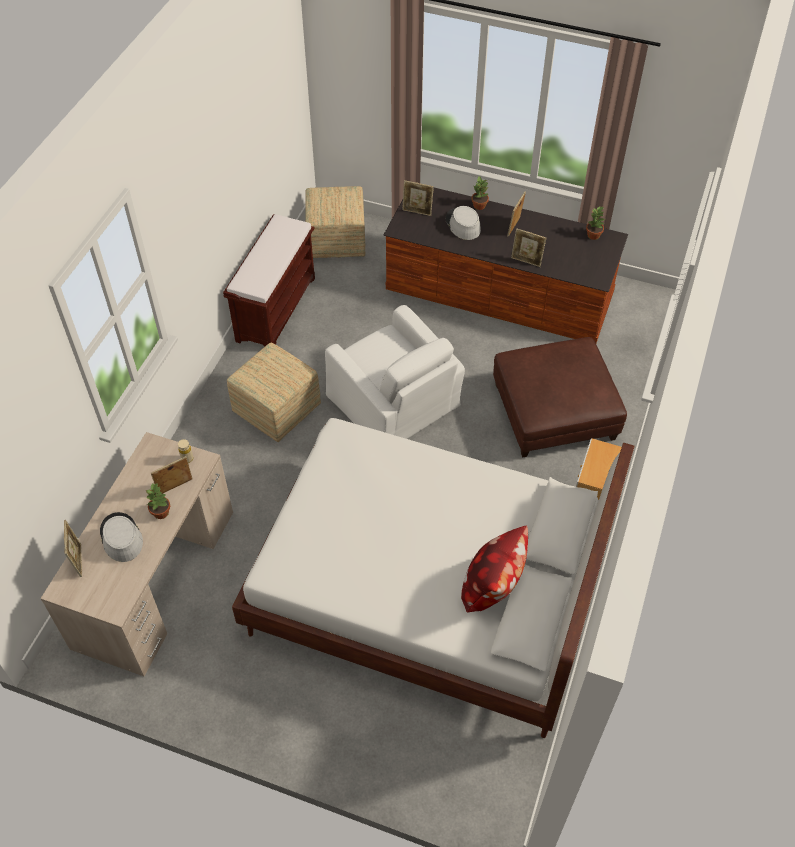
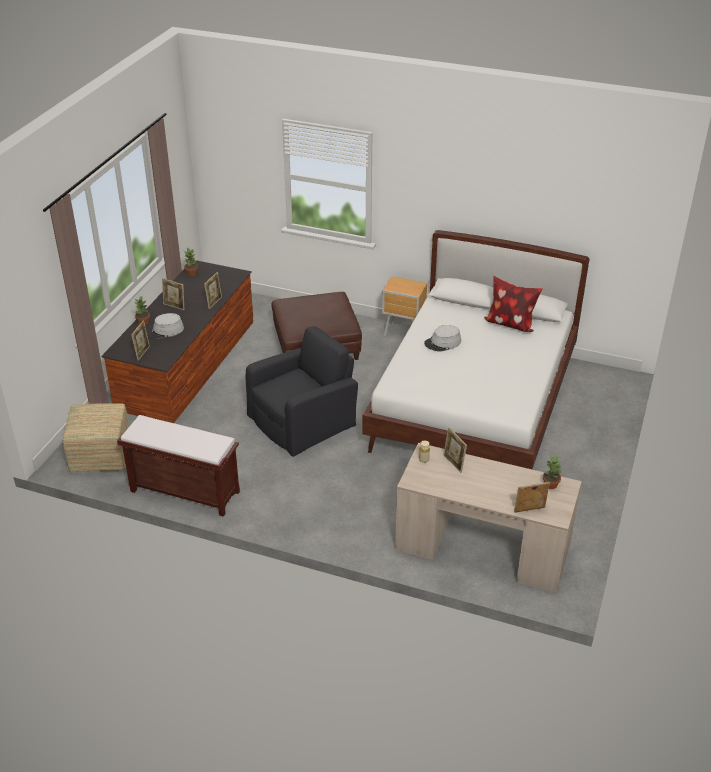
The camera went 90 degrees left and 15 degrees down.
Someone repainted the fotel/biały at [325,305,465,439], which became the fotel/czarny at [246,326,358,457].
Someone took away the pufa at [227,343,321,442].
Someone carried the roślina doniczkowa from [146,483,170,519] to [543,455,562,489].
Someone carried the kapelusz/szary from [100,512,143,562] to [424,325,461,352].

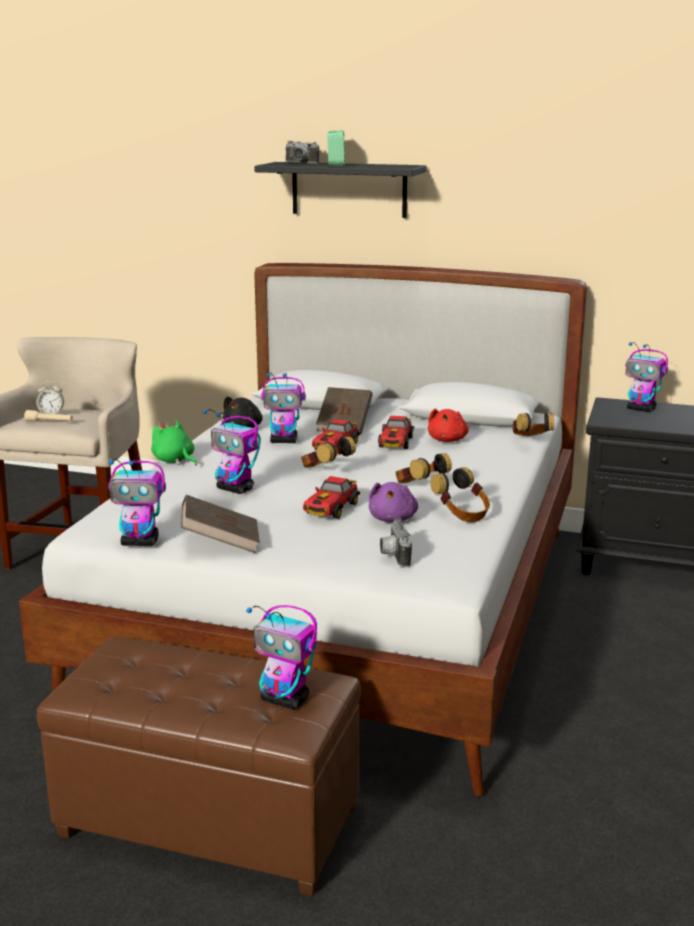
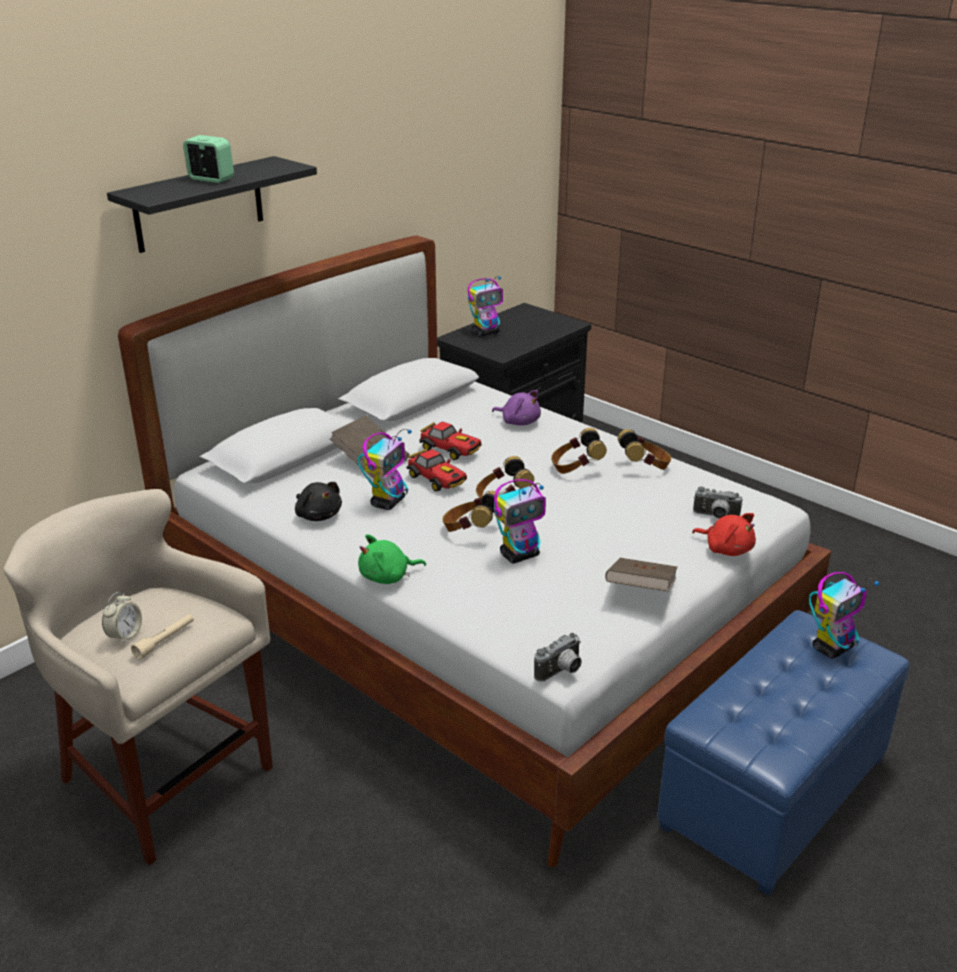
The camera went 65 degrees left and 10 degrees up.
Someone carried the aparat fotograficzny from [285,141,319,163] to [534,633,582,682].
Someone carried the pluszak/czerwony from [428,409,469,442] to [692,513,756,556].
Someone carried the słuchawki from [513,413,554,436] to [442,491,500,532].
Someone took away the robot zabawkowy at [108,459,166,546].
Someone took away the samochodzik at [303,476,360,519].
Someone carried the pluszak/fioletowy from [369,482,418,523] to [492,390,541,426].
Someone repainted the pufa/brązowy at [37,637,361,896], which became the pufa/niebieski at [657,610,909,896].

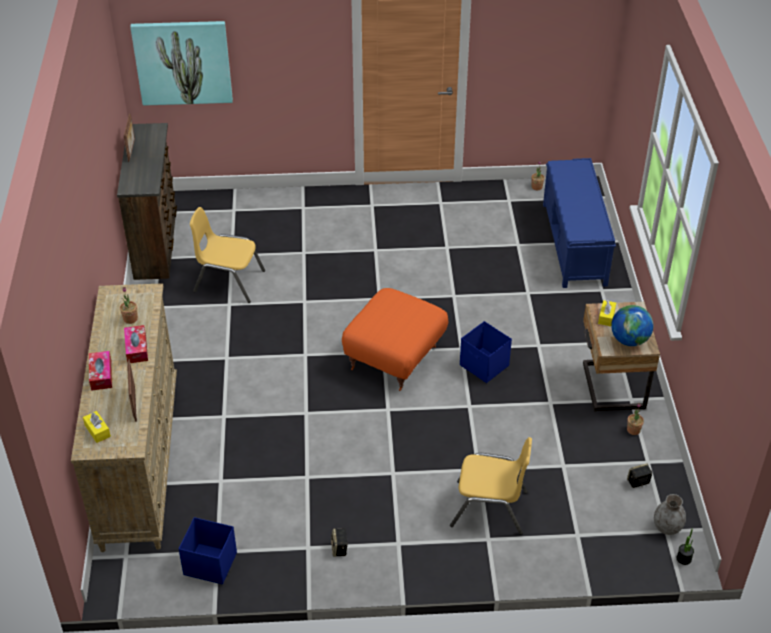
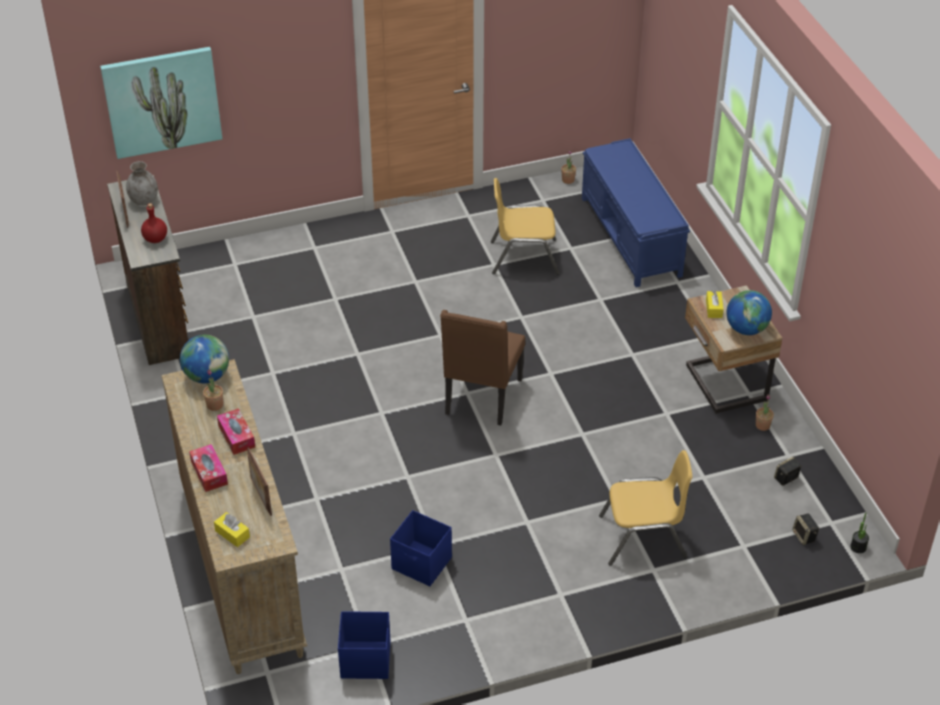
The camera went 15 degrees left and 0 degrees up.
Someone carried the krzesło/żółty from [190,207,265,303] to [491,178,560,275].
Someone swapped the pufa/pomarańczowy at [342,288,448,391] for the krzesło/brązowy at [440,310,525,425].
Someone carried the pojemnik do przechowywania/niebieski from [460,321,512,383] to [390,510,452,586].
Someone carried the wazon/szary from [654,494,686,535] to [126,161,158,205].
Someone carried the głośnik from [331,528,348,557] to [792,513,819,545].
Someone put down the butelka/czerwony at [141,203,167,243].
Someone put down the globus at [180,335,229,383].

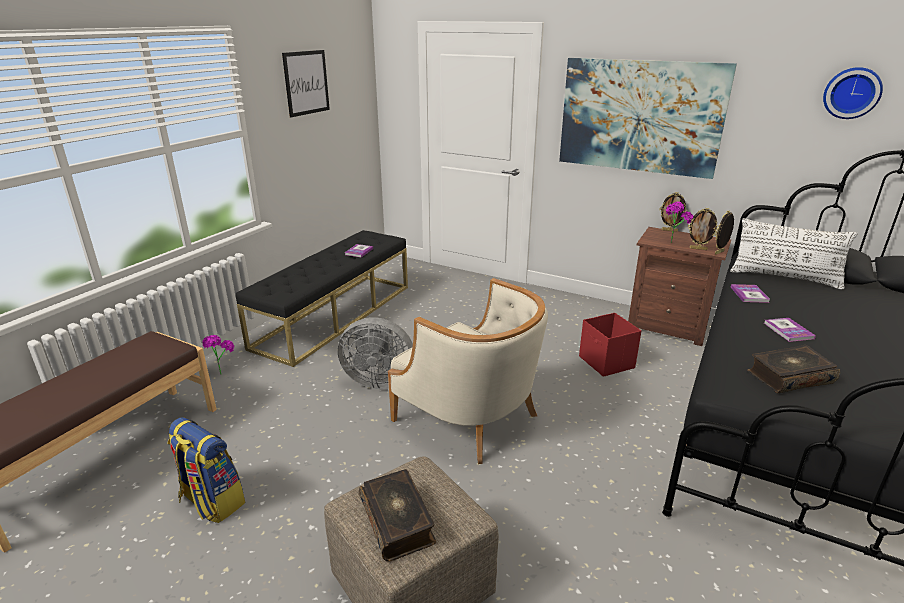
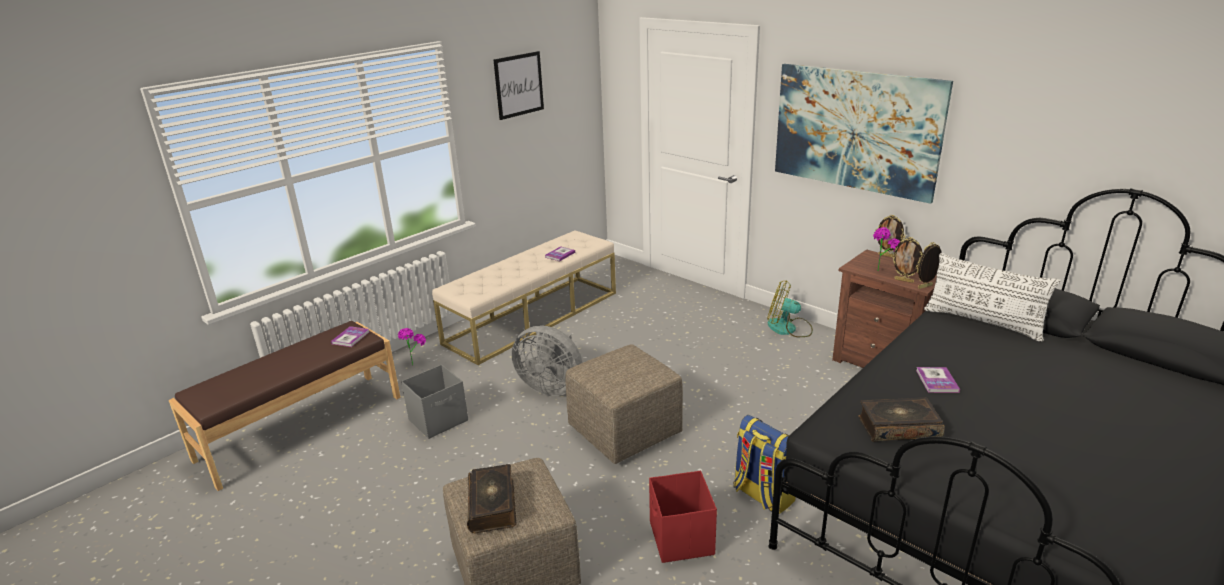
The camera went 15 degrees right and 0 degrees up.
Someone took away the zegar ścienny at [823,67,883,119].
Someone repainted the ławka/czarny at [236,230,408,367], which became the ławka/beżowy at [432,230,616,365].
Someone swapped the fotel/beżowy at [388,278,548,464] for the pufa/beżowy at [565,344,683,464].
Someone carried the książka from [731,284,770,303] to [331,326,369,347].
Someone carried the pojemnik do przechowywania/czerwony from [579,313,641,377] to [649,471,717,563].
Someone carried the plecak from [167,417,245,523] to [733,415,796,514].
Someone put down the wentylator at [767,281,813,337].
Someone put down the pojemnik do przechowywania/szary at [401,365,468,439].

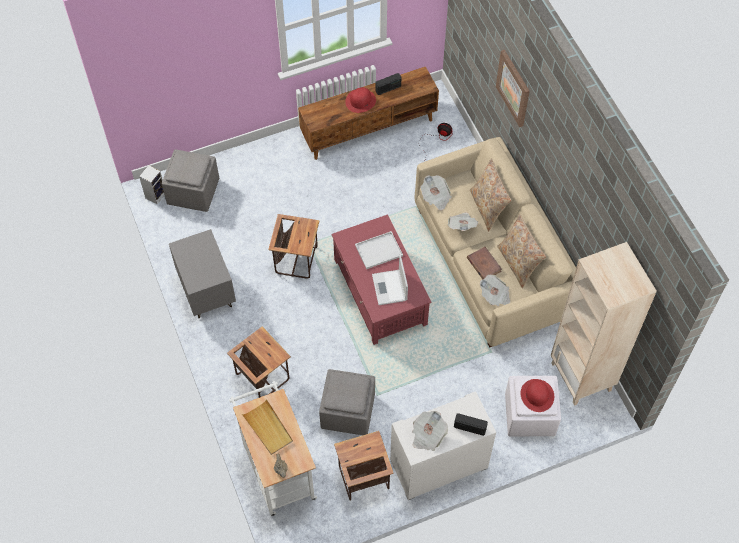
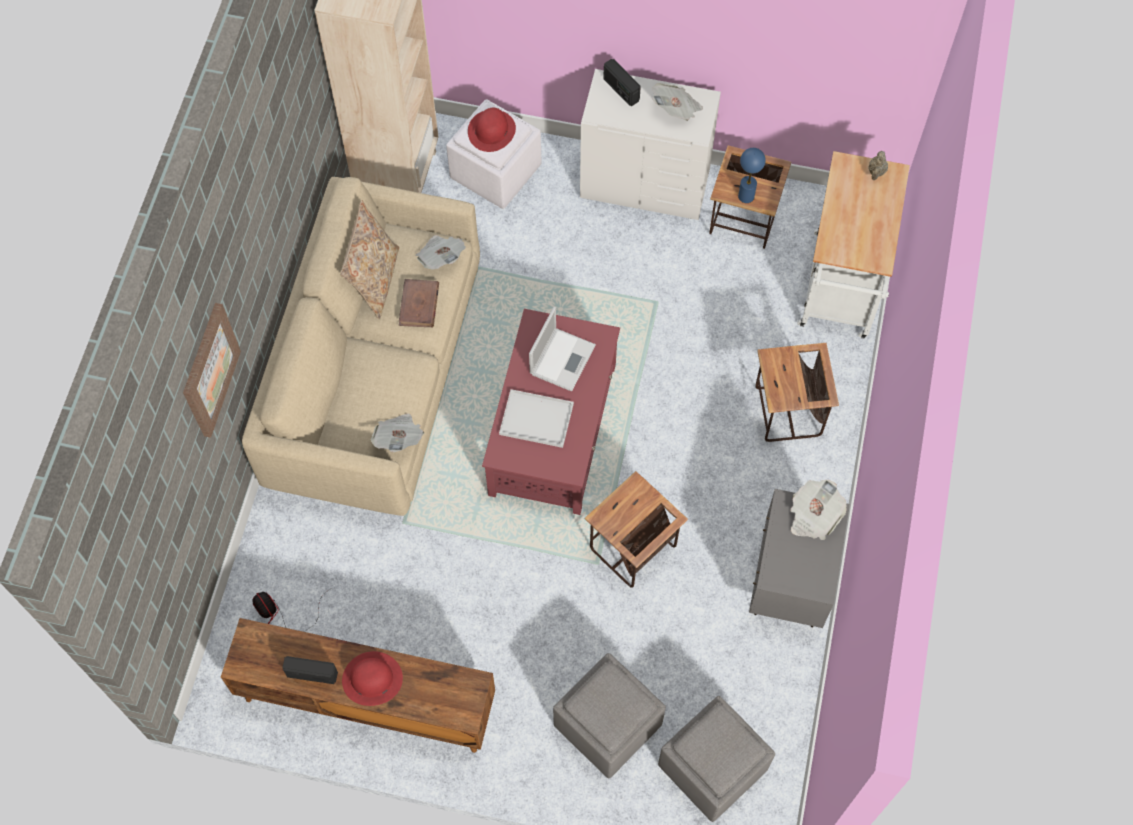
The camera went 145 degrees left and 5 degrees up.
Someone took away the poduszka/beżowy at [470,158,511,231].
Someone took away the głośnik at [139,165,164,204].
Someone carried the gazeta from [448,212,478,231] to [790,480,847,540].
Someone carried the pufa/szary from [319,369,375,435] to [553,653,666,778].
Someone took away the taca/beżowy at [242,399,293,455].
Someone put down the lampa stołowa/niebieski at [738,148,766,203].

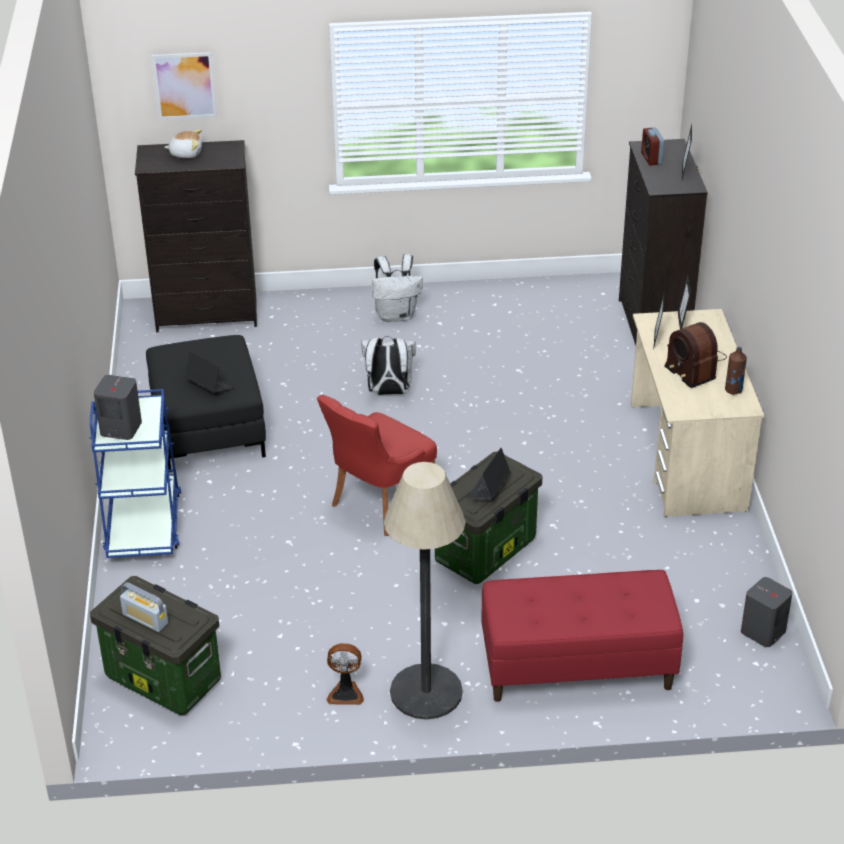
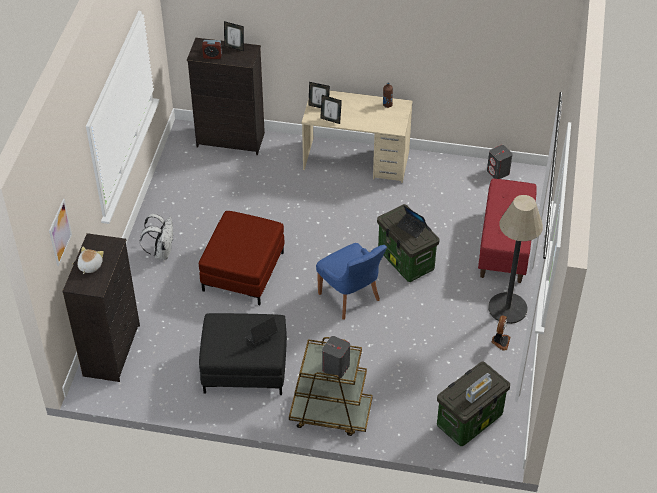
The camera went 75 degrees left and 10 degrees up.
Someone took away the radio at [665,322,727,388].
Someone swapped the plecak/biały at [361,336,416,395] for the pufa/czerwony at [199,211,284,305].
Someone repainted the wózek/niebieski at [89,389,181,558], which became the wózek/brązowy at [289,337,373,436].
Someone repainted the krzesło/czerwony at [317,395,437,536], which became the krzesło/niebieski at [316,243,387,320].

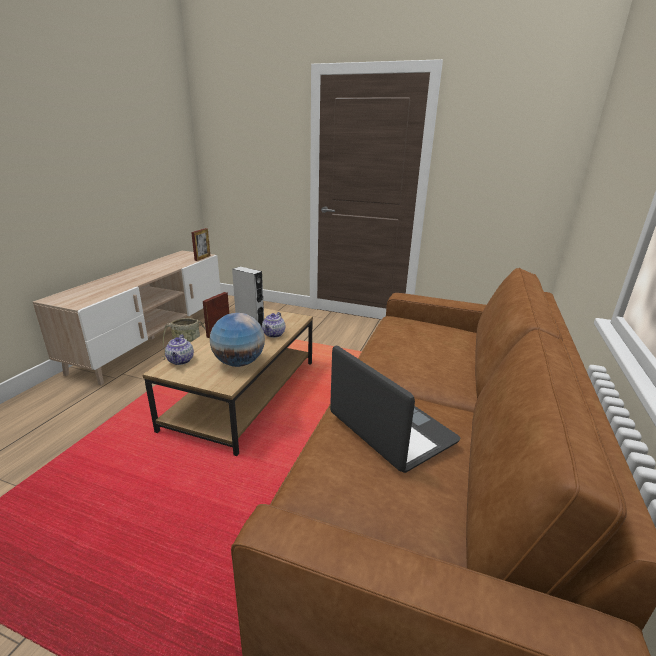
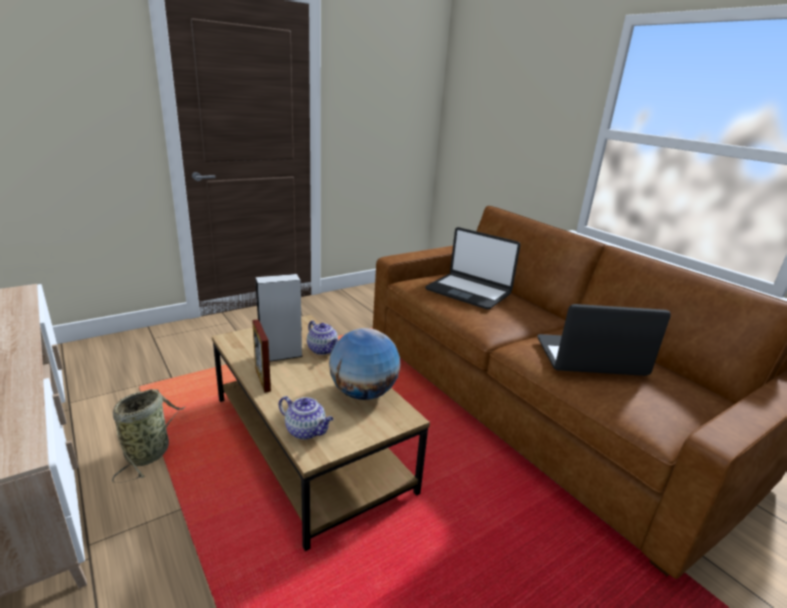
The camera went 55 degrees left and 0 degrees up.
Someone took away the ramka na zdjęcie at [191,228,210,261].
Someone put down the laptop at [425,227,520,309].

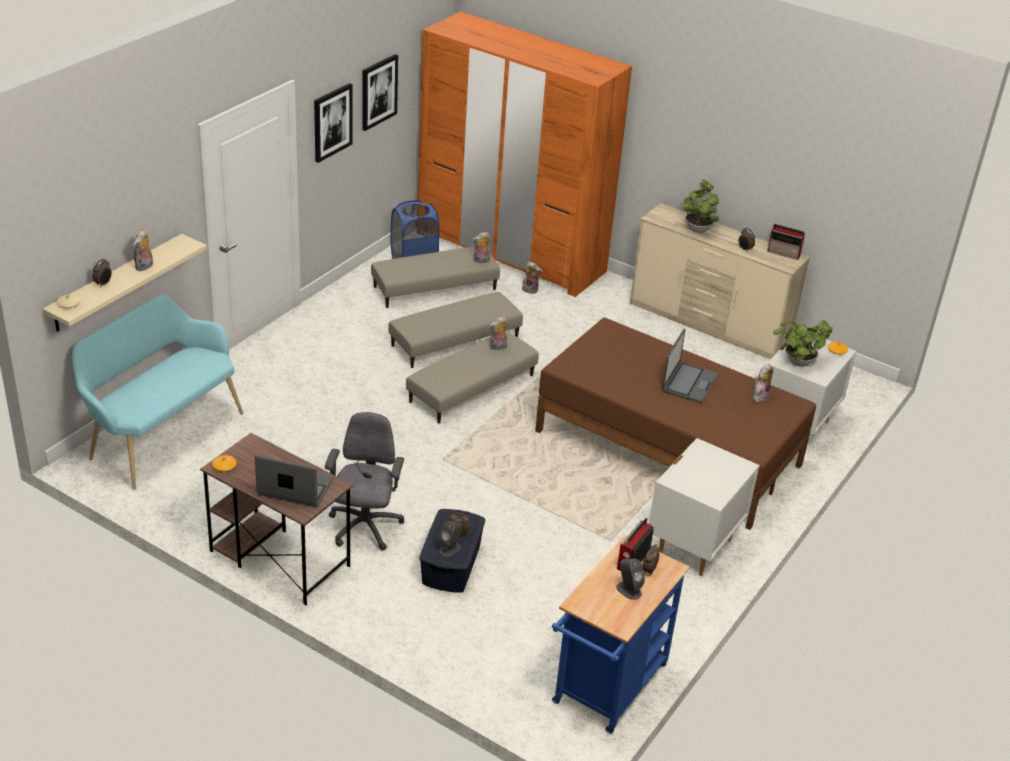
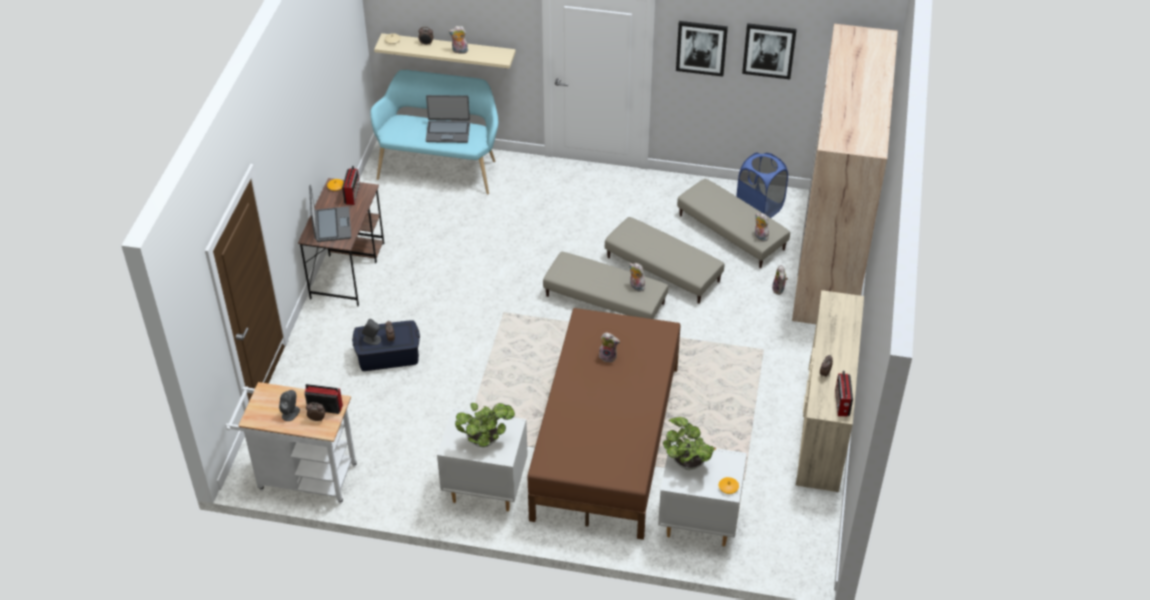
The camera went 70 degrees right and 10 degrees up.
Someone repainted the szafa/pomarańczowy at [418,12,632,297], which became the szafa/beżowy at [792,24,898,324].
Someone carried the roślina doniczkowa from [681,179,719,233] to [455,403,515,448].
Someone carried the laptop from [662,329,718,403] to [426,95,470,143].
Someone carried the pluszak from [752,364,773,402] to [599,332,620,363].
Someone took away the krzesło biurowe/szary at [325,412,404,550].
Someone repainted the wózek/niebieski at [552,535,690,734], which became the wózek/biały at [225,382,357,504].
Someone put down the radio at [342,166,360,205].

